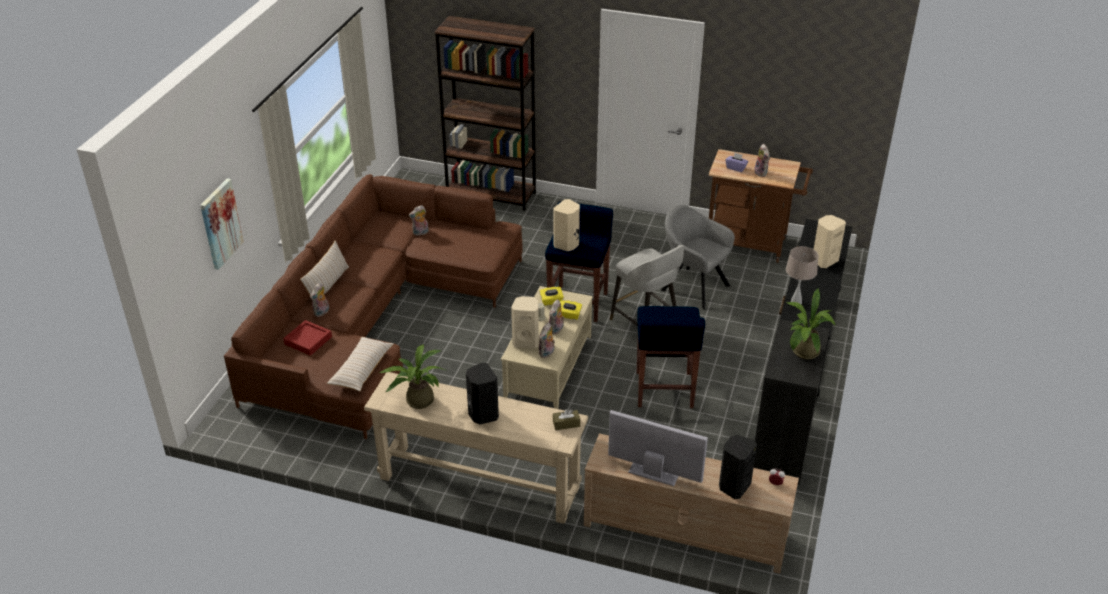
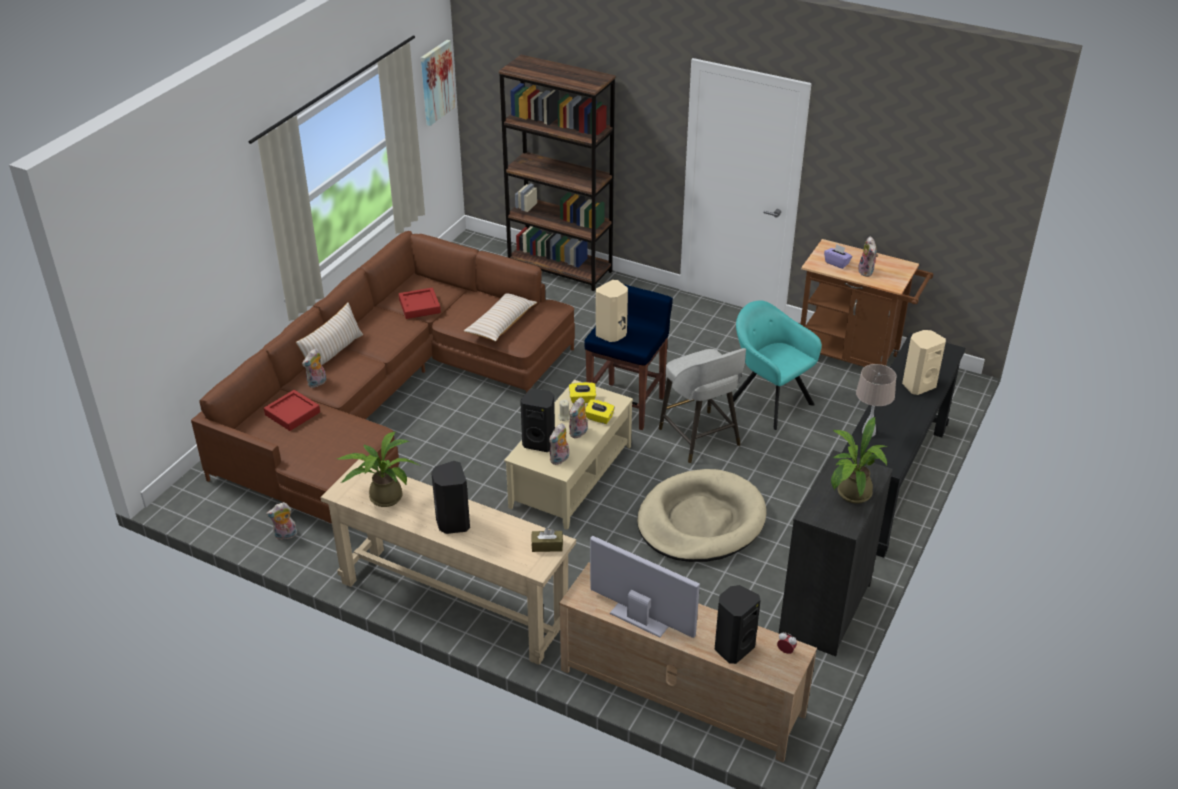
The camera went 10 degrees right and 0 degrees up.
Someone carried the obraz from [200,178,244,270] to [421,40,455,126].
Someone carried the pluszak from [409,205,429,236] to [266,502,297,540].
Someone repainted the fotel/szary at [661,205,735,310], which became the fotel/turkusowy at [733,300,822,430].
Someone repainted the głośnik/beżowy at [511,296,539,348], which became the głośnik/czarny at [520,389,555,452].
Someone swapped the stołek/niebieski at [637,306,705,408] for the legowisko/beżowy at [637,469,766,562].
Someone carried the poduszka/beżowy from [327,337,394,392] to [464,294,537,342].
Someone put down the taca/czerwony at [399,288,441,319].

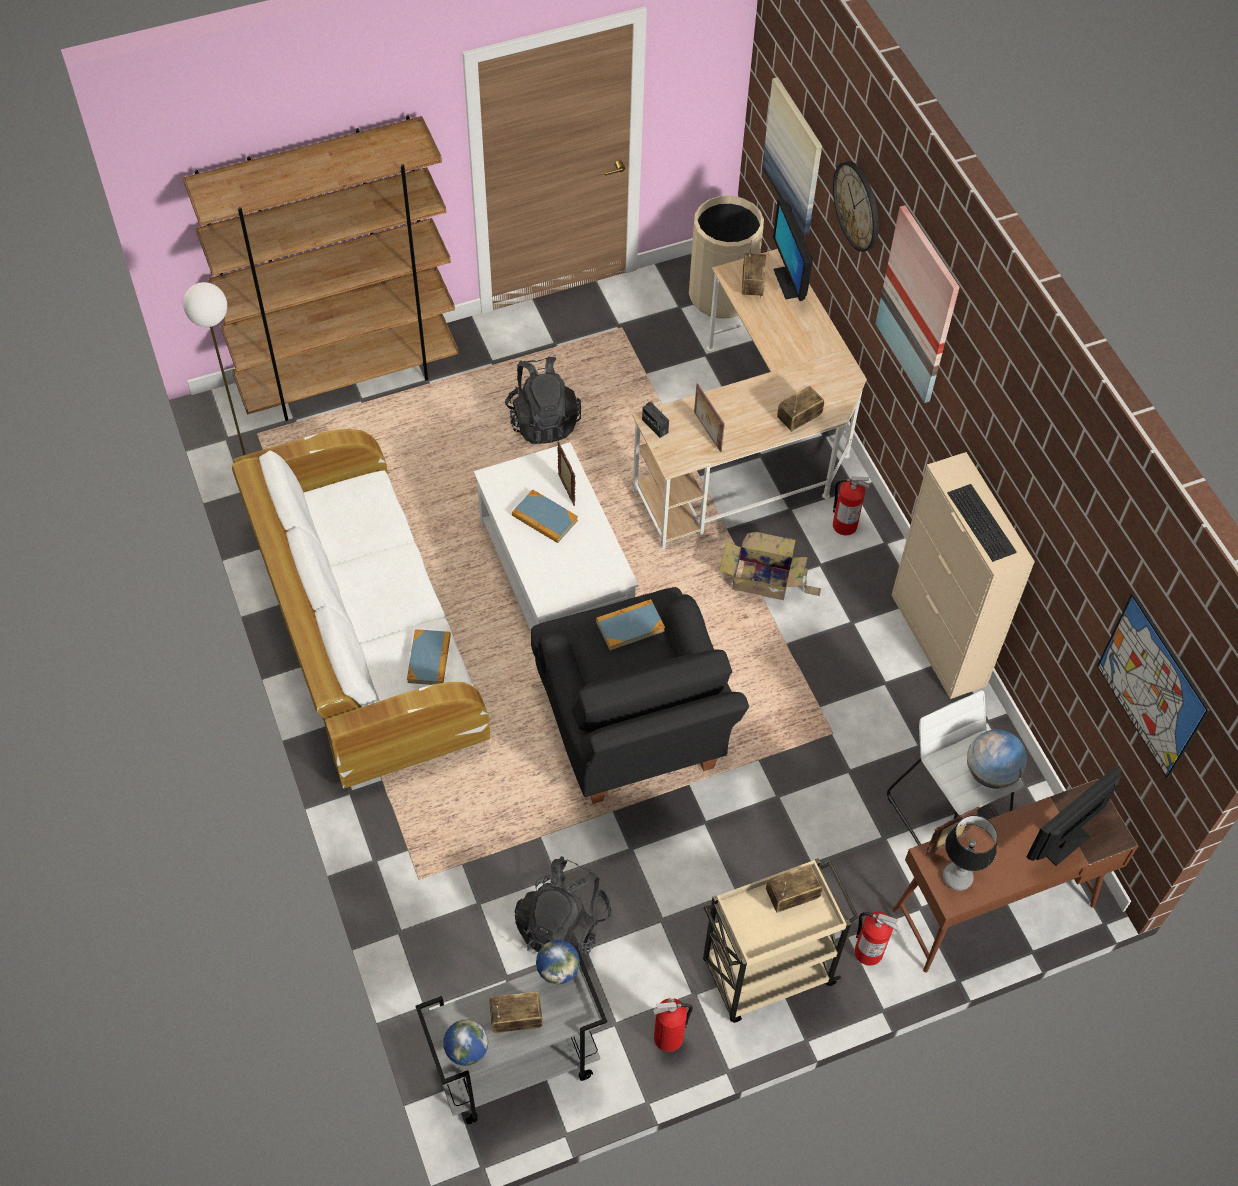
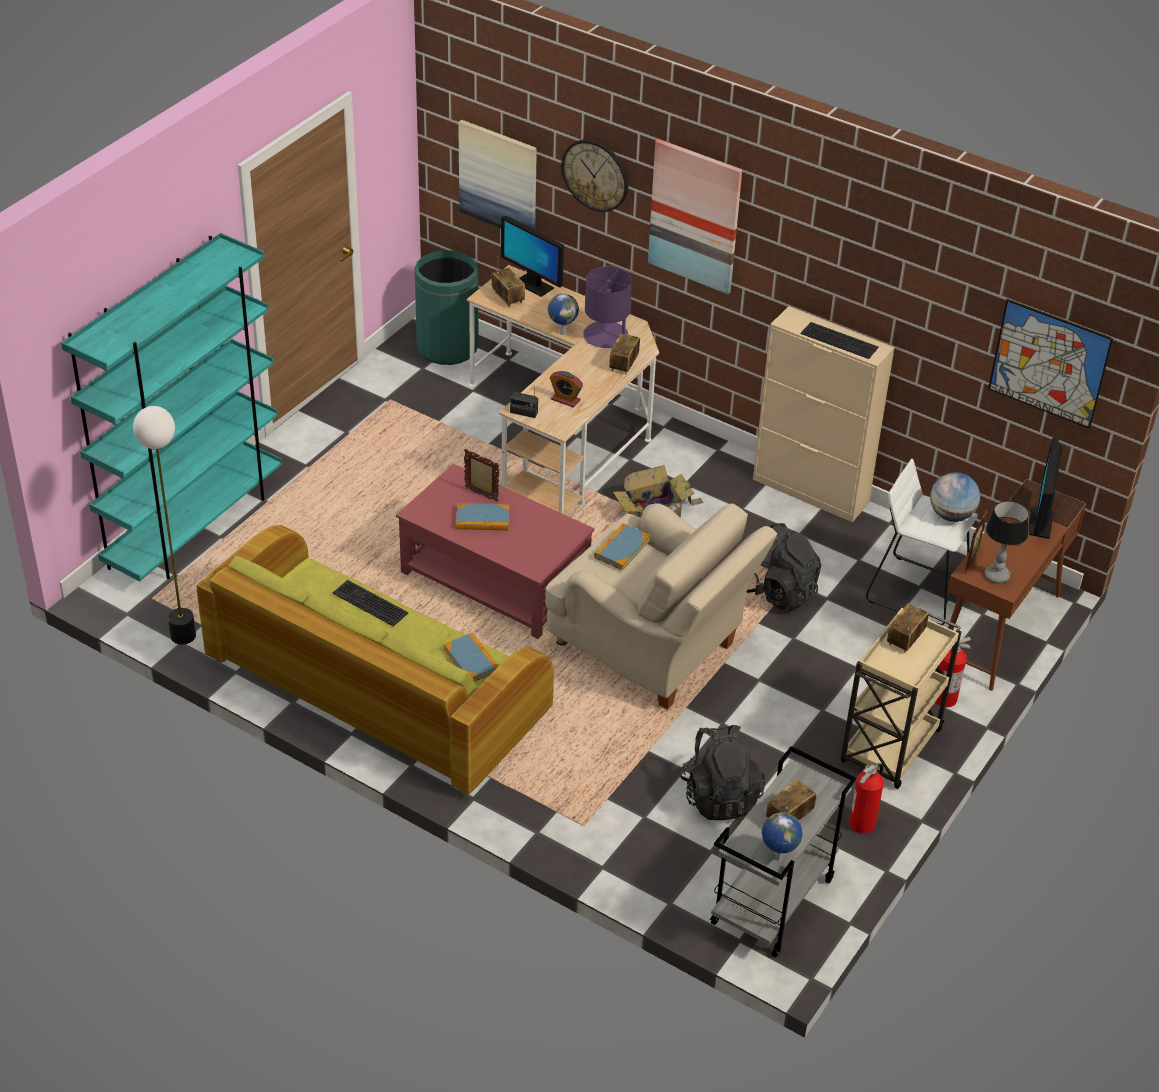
The camera went 35 degrees left and 15 degrees down.
Someone repainted the regał/brązowy at [183,115,459,421], which became the regał/turkusowy at [61,233,282,582].
Someone repainted the kosz na śmieci/beżowy at [689,196,764,319], which became the kosz na śmieci/zielony at [415,250,479,365].
Someone carried the plecak/czarny from [505,357,581,444] to [746,523,821,611].
Someone swapped the ramka na zdjęcie at [694,383,725,452] for the budzik at [550,371,583,408].
Someone repainted the kanapa/biały at [232,429,490,788], which became the kanapa/zielony at [196,525,554,795].
Someone repainted the ława/biały at [474,442,639,631], which became the ława/czerwony at [396,464,595,639].
Someone took away the gaśnica at [833,477,870,535].
Someone repainted the fotel/czarny at [531,587,749,804], which became the fotel/beżowy at [545,503,777,710].
Someone carried the globus from [536,940,580,985] to [548,294,579,335].
Someone put down the lampa stołowa/fioletowy at [583,266,632,348].
Someone put down the klawiatura at [333,580,409,627].

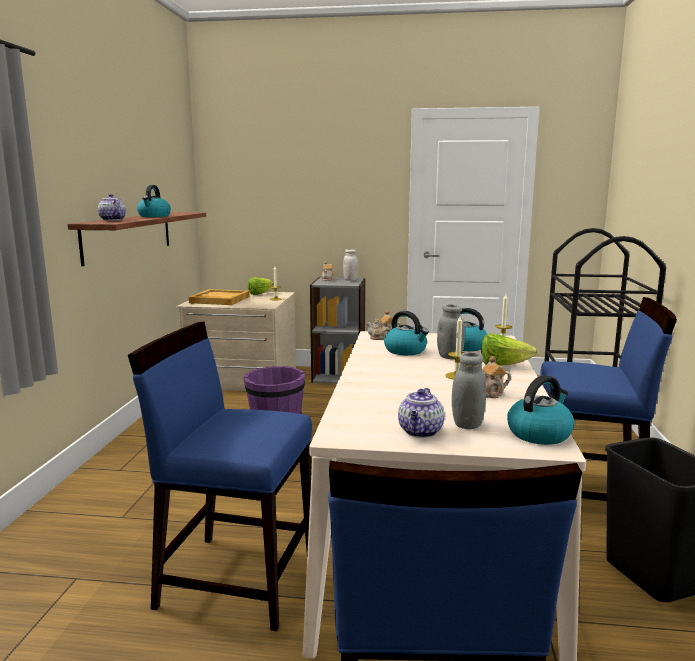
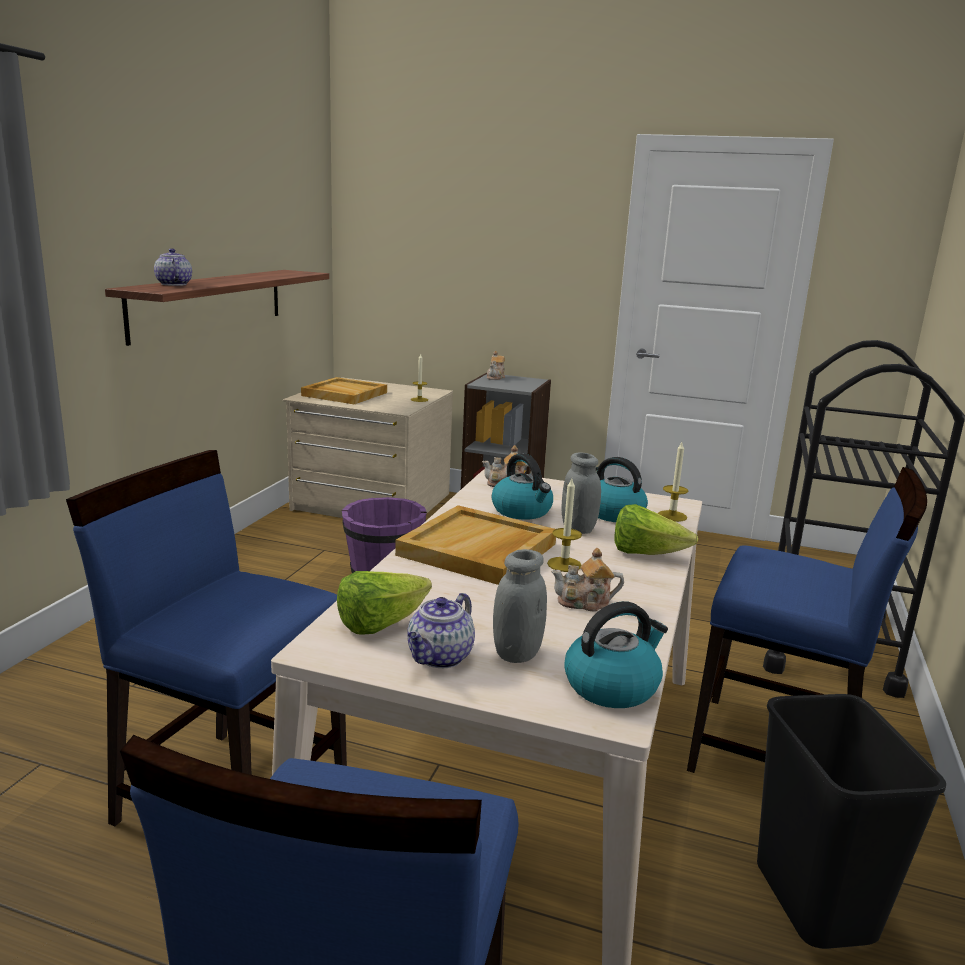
The camera went 10 degrees right and 5 degrees up.
Someone took away the czajnik at [137,185,171,217].
Someone took away the słoik/biały at [343,249,358,281].
Someone carried the sałata from [247,277,274,295] to [337,571,432,635].
Someone put down the taca/beżowy at [395,505,556,585].

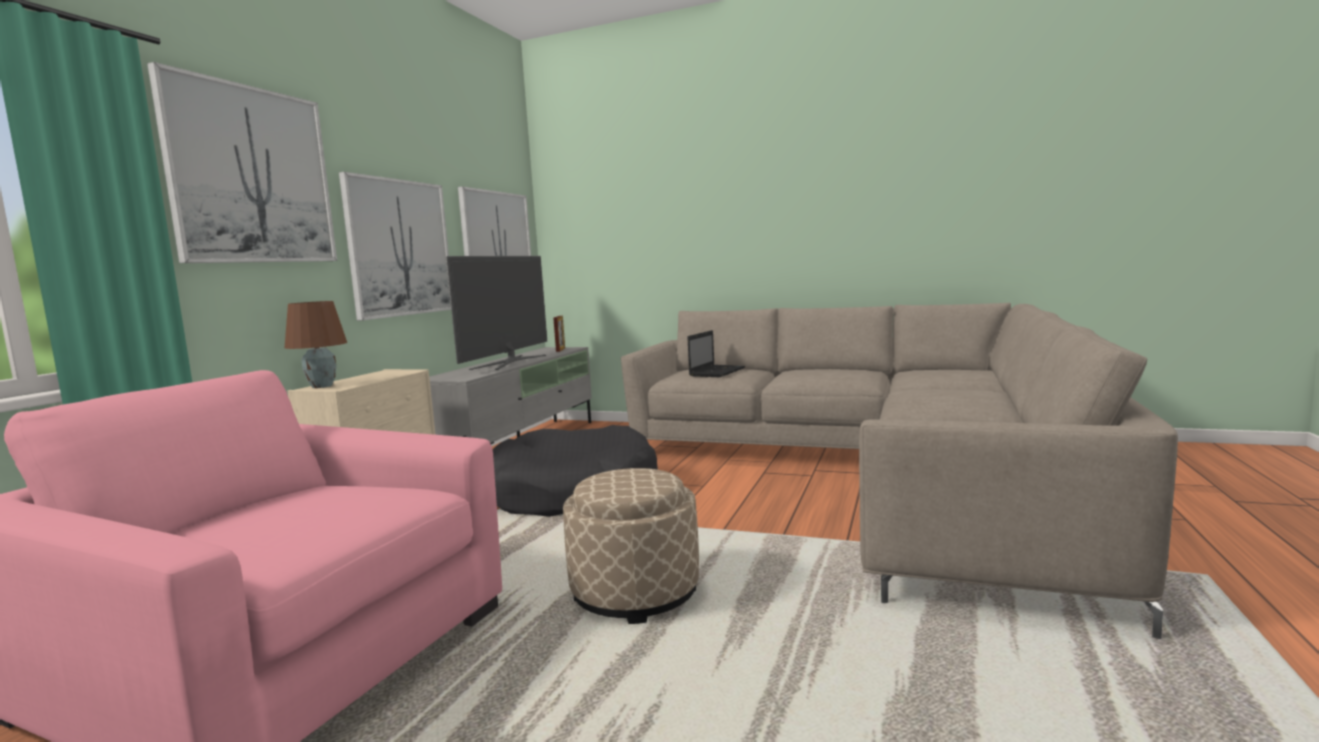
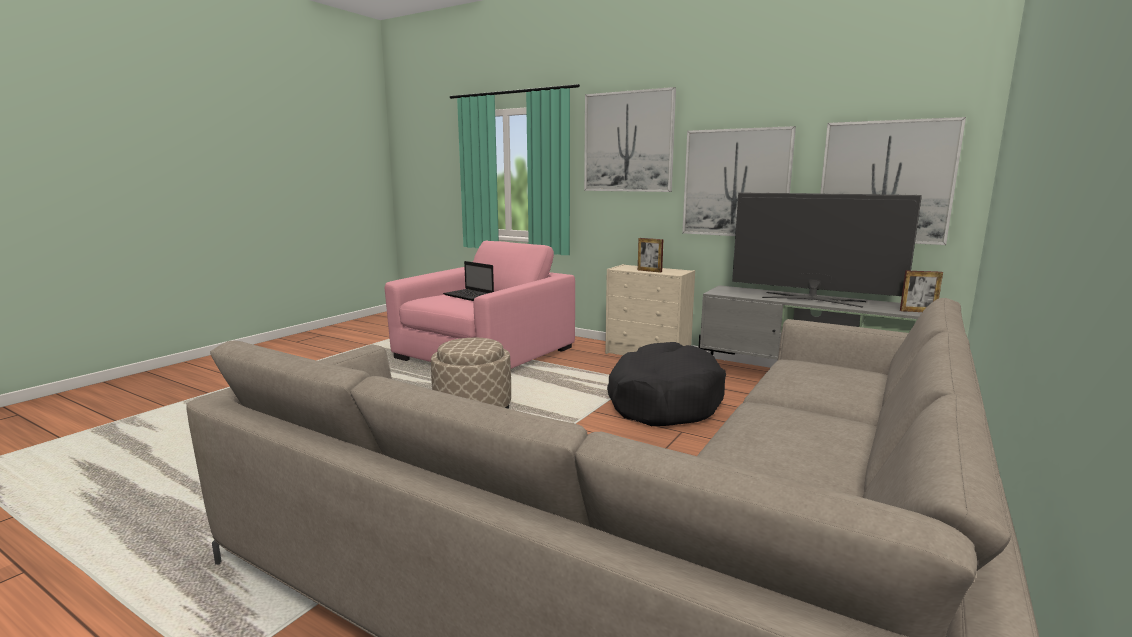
The camera went 100 degrees right and 5 degrees up.
Someone took away the lampa stołowa/brązowy at [284,301,347,388].
Someone carried the laptop from [687,330,745,377] to [443,261,494,301].
Someone put down the ramka na zdjęcie at [638,238,664,273].

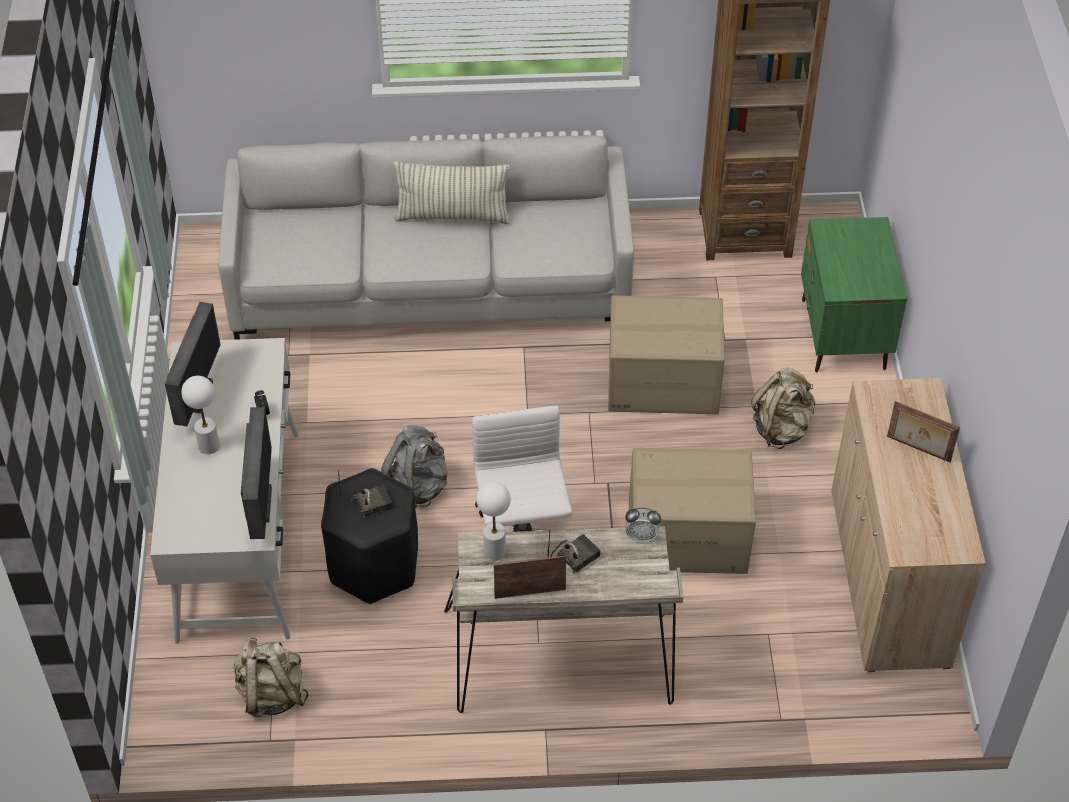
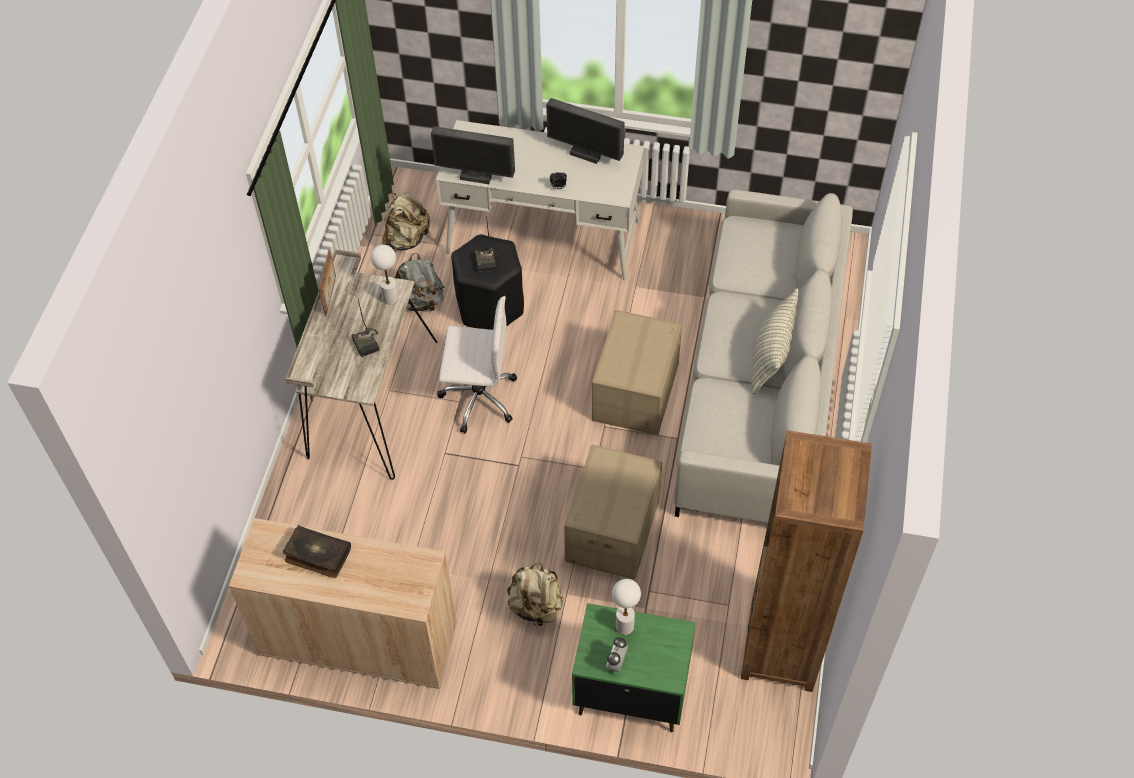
The camera went 105 degrees right and 5 degrees up.
Someone carried the lampa stołowa/biały from [181,376,220,454] to [612,579,641,635].
Someone took away the ramka na zdjęcie at [887,401,960,462].
Someone carried the plecak/szary from [381,425,448,508] to [395,252,445,312].
Someone carried the karton from [629,448,756,574] to [592,310,682,435].
Someone carried the budzik from [625,508,661,542] to [606,637,628,673].
Someone put down the książka at [283,525,351,578].

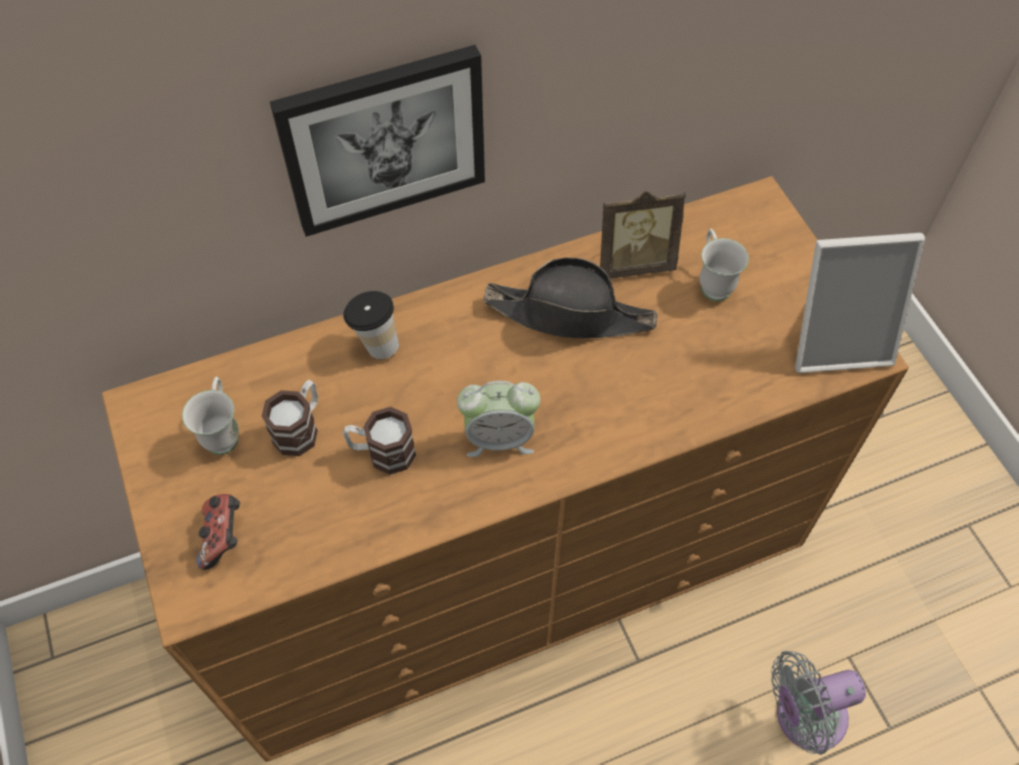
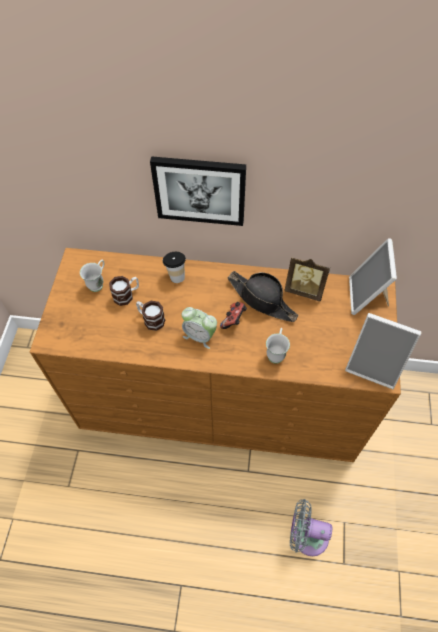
The camera went 30 degrees right and 0 degrees up.
Someone carried the kubek/biały from [700,228,749,301] to [266,328,290,364].
Someone carried the pad do gier from [197,494,240,570] to [220,302,247,329].
Someone put down the ramka na zdjęcie at [349,238,397,315].

